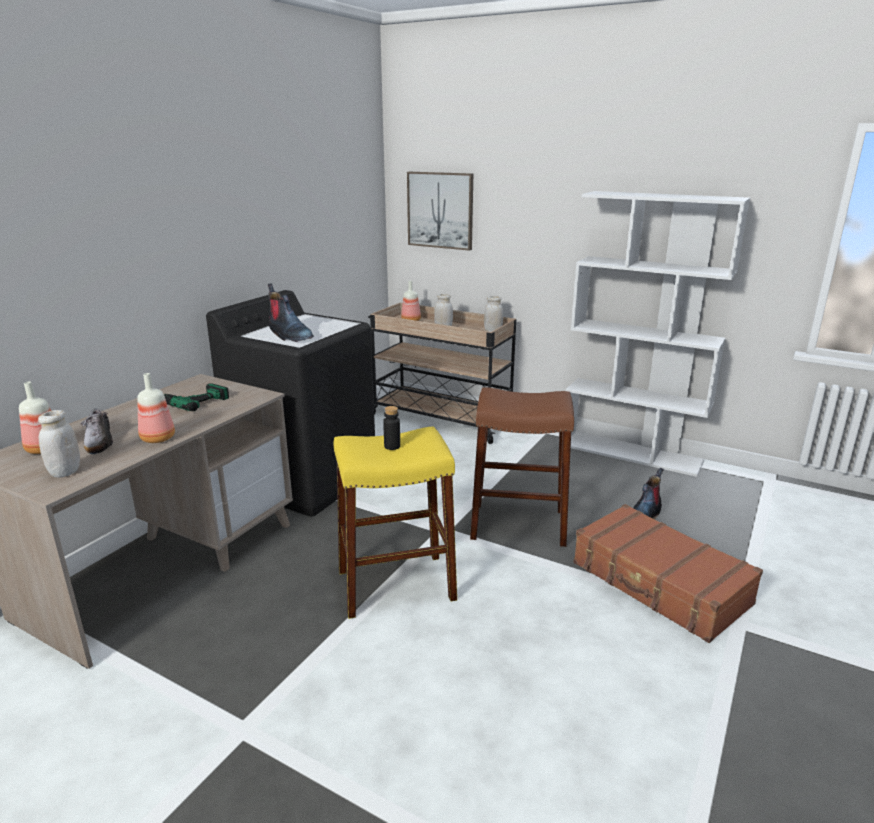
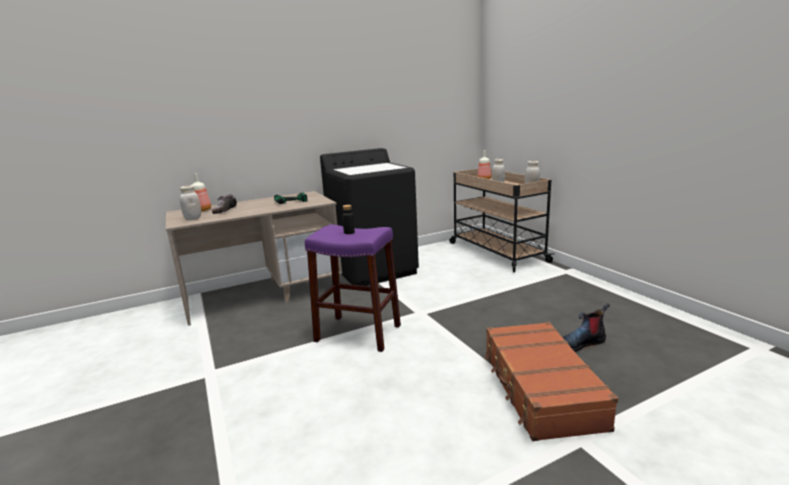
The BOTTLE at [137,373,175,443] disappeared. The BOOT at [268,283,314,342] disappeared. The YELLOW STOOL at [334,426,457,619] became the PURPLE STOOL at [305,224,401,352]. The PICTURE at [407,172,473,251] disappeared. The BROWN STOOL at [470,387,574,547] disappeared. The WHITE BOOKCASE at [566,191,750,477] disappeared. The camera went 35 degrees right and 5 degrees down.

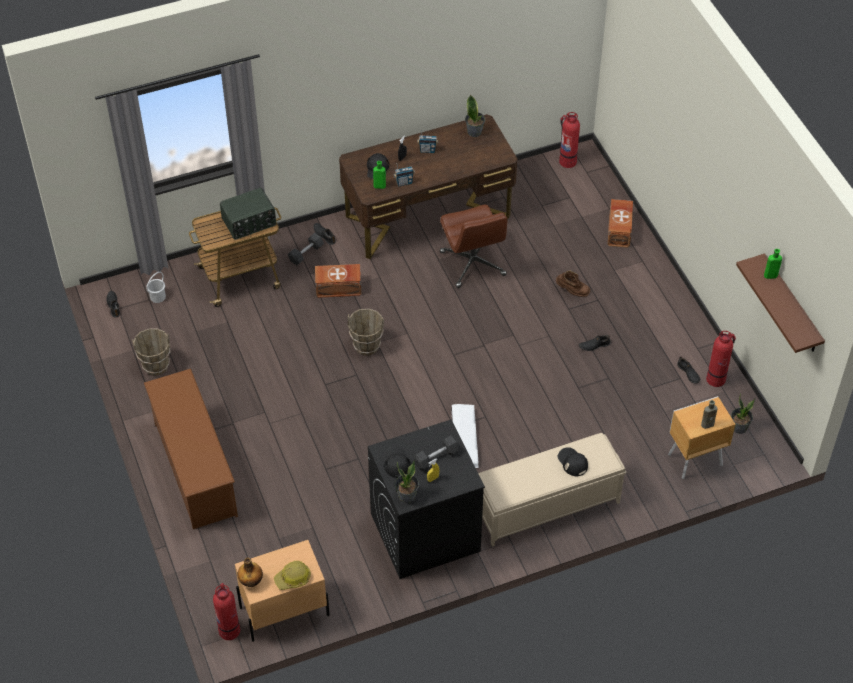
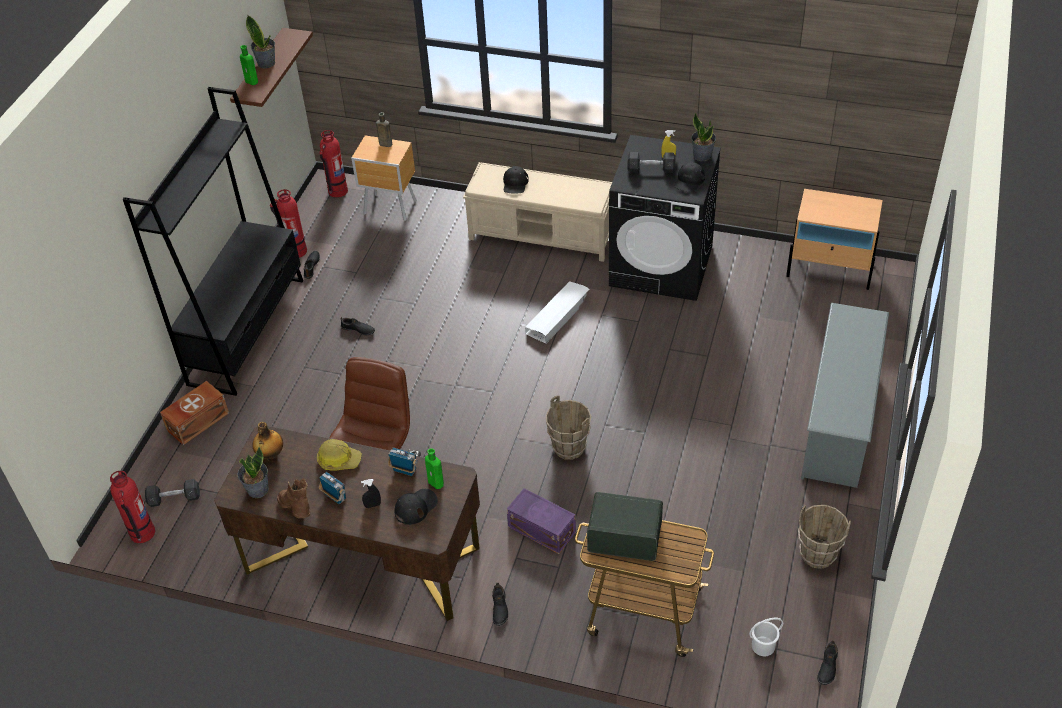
The BROWN SHOE RACK at [144,369,238,529] became the GREY SHOE RACK at [801,303,889,488]. The FIRE EXTINGUISHER moved from [213,583,240,640] to [319,130,348,198]. The BOTTLE moved from [237,557,263,587] to [252,422,283,460]. The HARD HAT moved from [274,561,311,590] to [317,439,362,471]. The GREY DUMBBELL moved from [288,233,324,265] to [145,479,200,507]. The BROWN STORAGE BOX at [315,264,361,298] became the PURPLE STORAGE BOX at [507,488,576,554]. The BROWN BOOT moved from [556,271,590,297] to [277,478,310,518]. The POTTED PLANT moved from [731,393,755,434] to [246,16,275,69]. The BLACK BOOKCASE at [123,87,303,396] appeared. The camera went 140 degrees left and 5 degrees down.

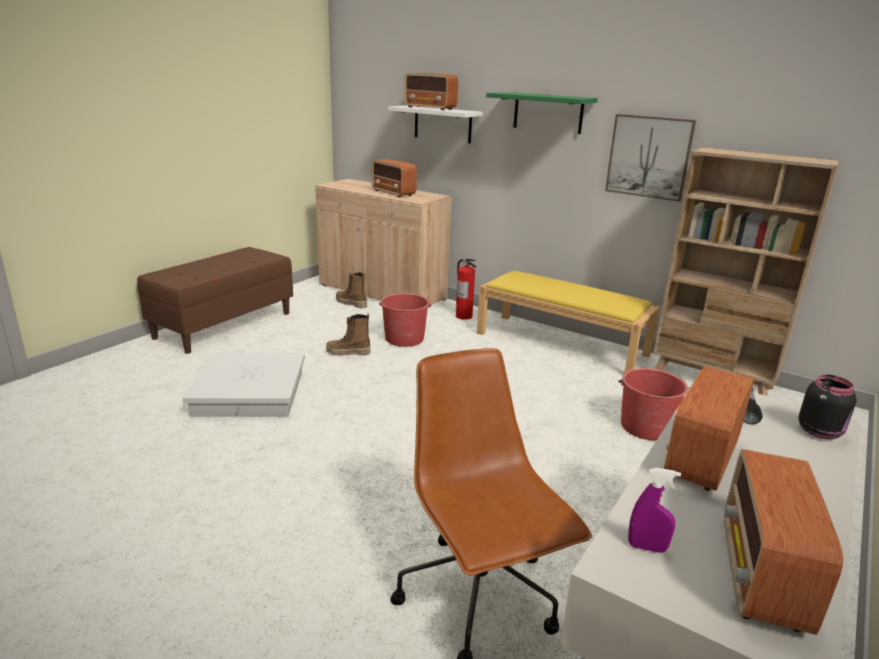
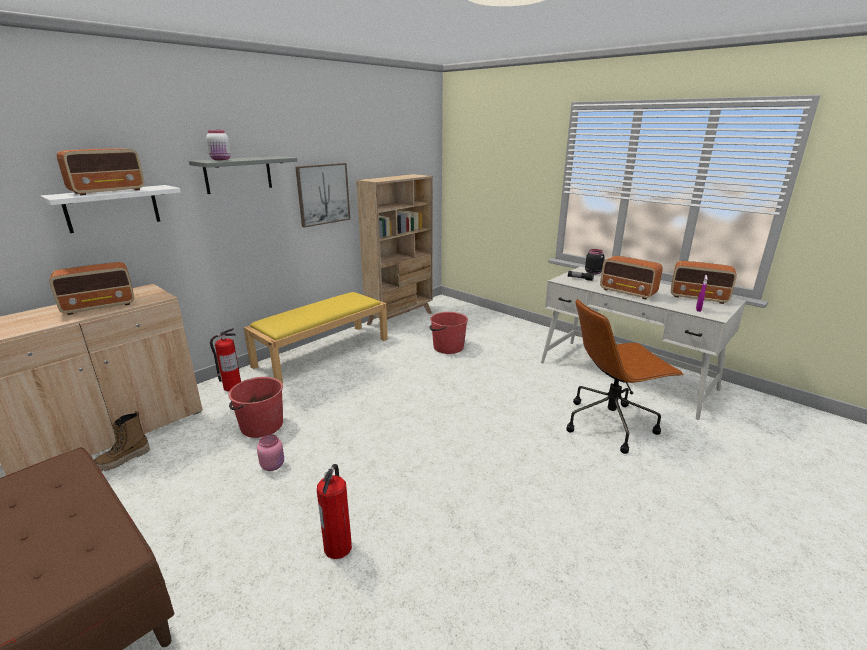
The WHITE STORAGE BOX at [183,353,305,417] was replaced by the FIRE EXTINGUISHER at [317,464,352,559]. The BOOT at [326,314,371,356] was replaced by the PINK JAR at [257,434,284,471]. The GREEN SHELF at [486,92,598,134] became the GREY SHELF at [189,156,297,194]. The WHITE JAR at [206,130,231,160] appeared. The camera went 80 degrees left and 0 degrees up.

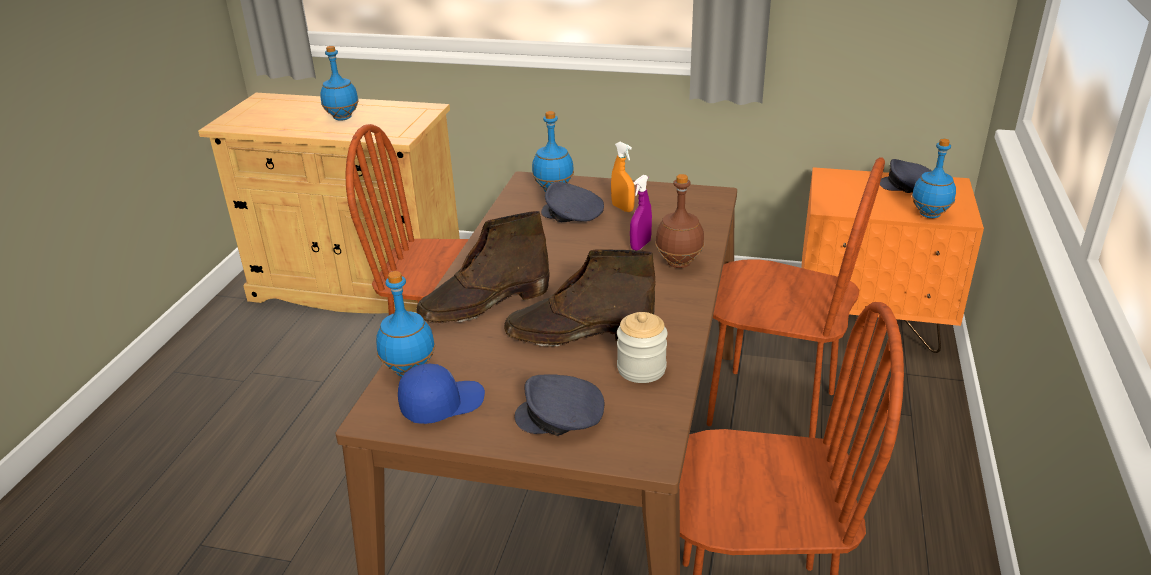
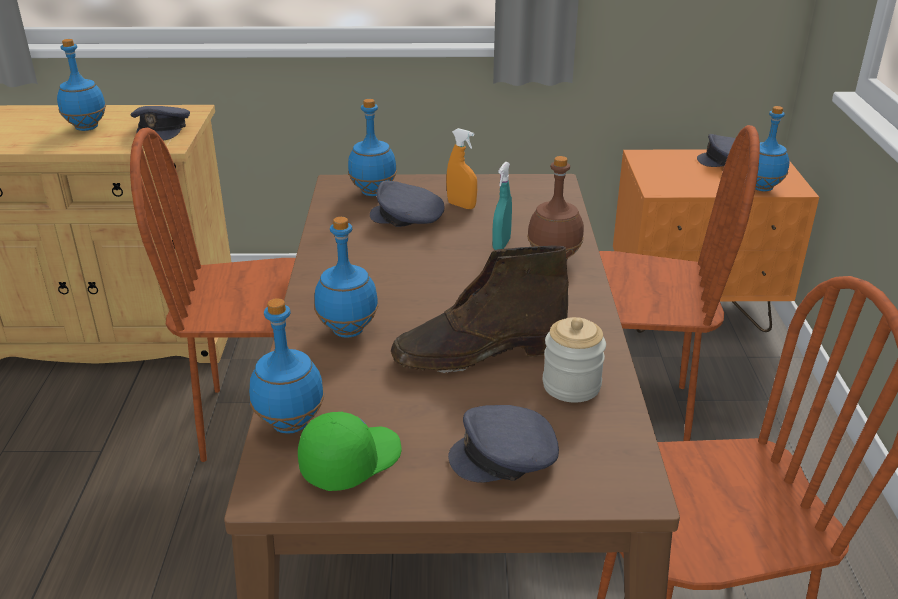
The BLUE CAP at [398,364,485,424] became the GREEN CAP at [298,412,402,491]. The BROWN BOOT at [416,211,550,323] was replaced by the BLUE BOTTLE at [315,217,378,338]. The PURPLE SPRAY BOTTLE at [630,175,652,250] became the TURQUOISE SPRAY BOTTLE at [492,162,512,250]. The GREY CAP at [131,106,190,140] appeared. The camera went 15 degrees left and 0 degrees up.

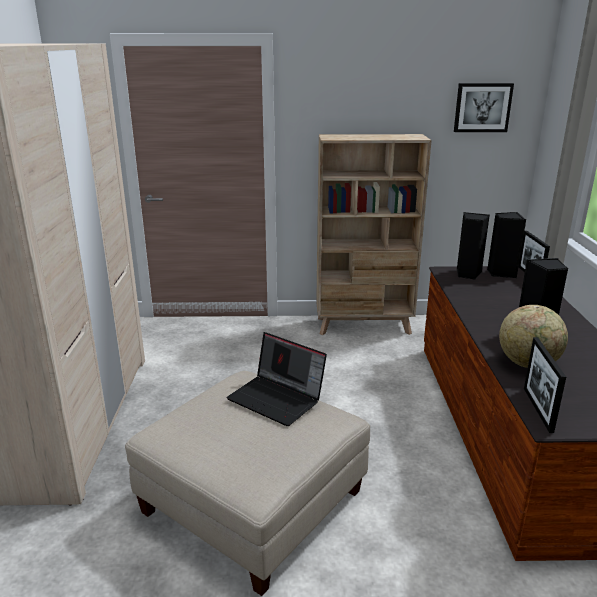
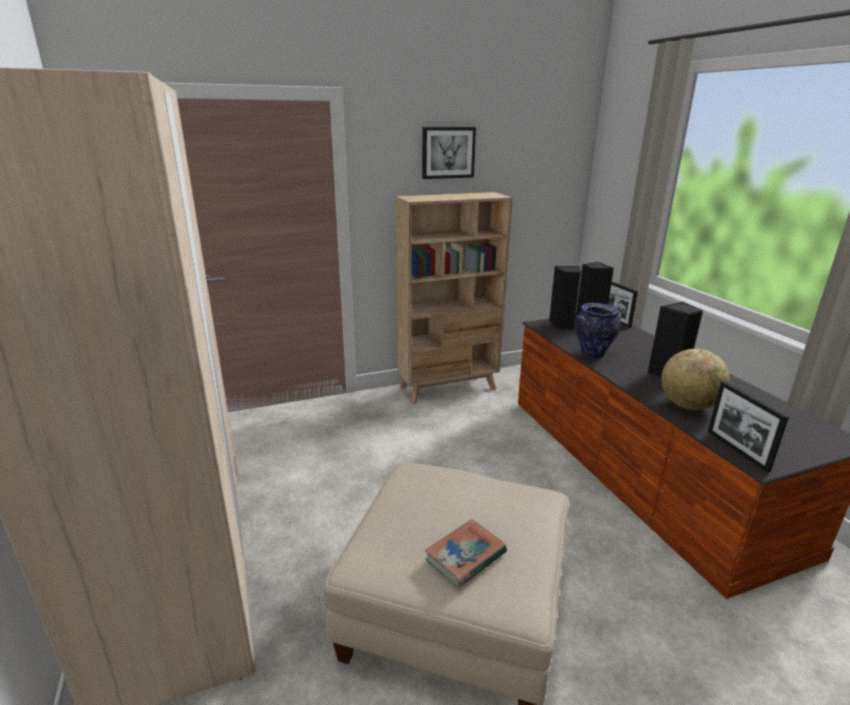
The LAPTOP at [227,332,327,426] disappeared. The PICTURE moved from [454,83,514,132] to [422,127,476,179]. The BOOK at [425,519,507,587] appeared. The VASE at [575,303,621,359] appeared. The camera went 20 degrees left and 0 degrees up.

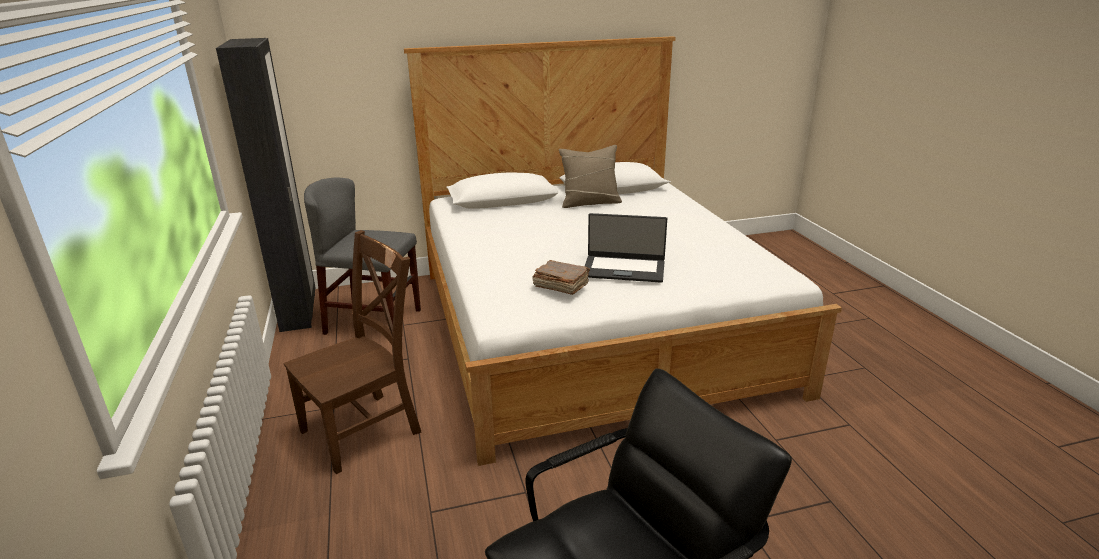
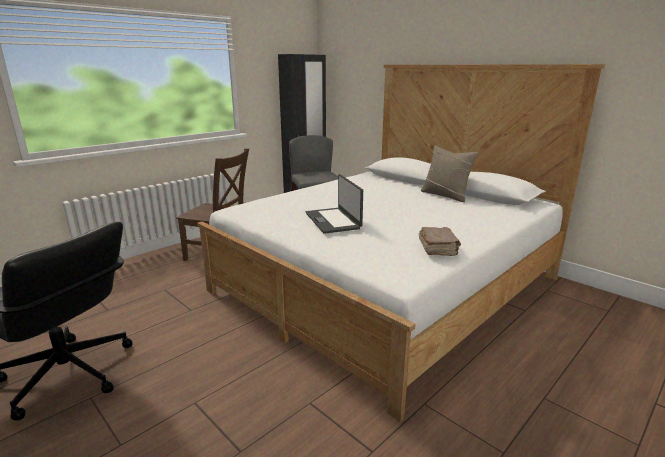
The BROWN BOOK moved from [533,260,590,295] to [418,227,461,256]. The camera went 60 degrees right and 5 degrees down.

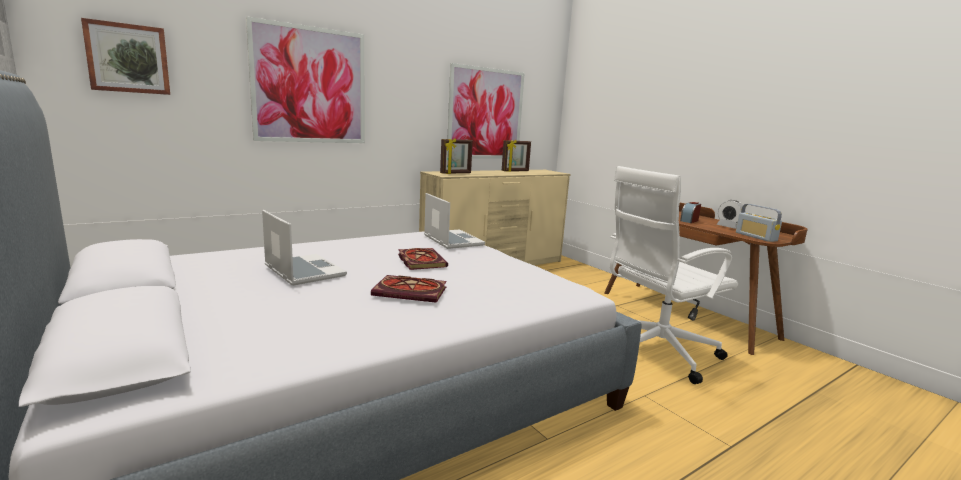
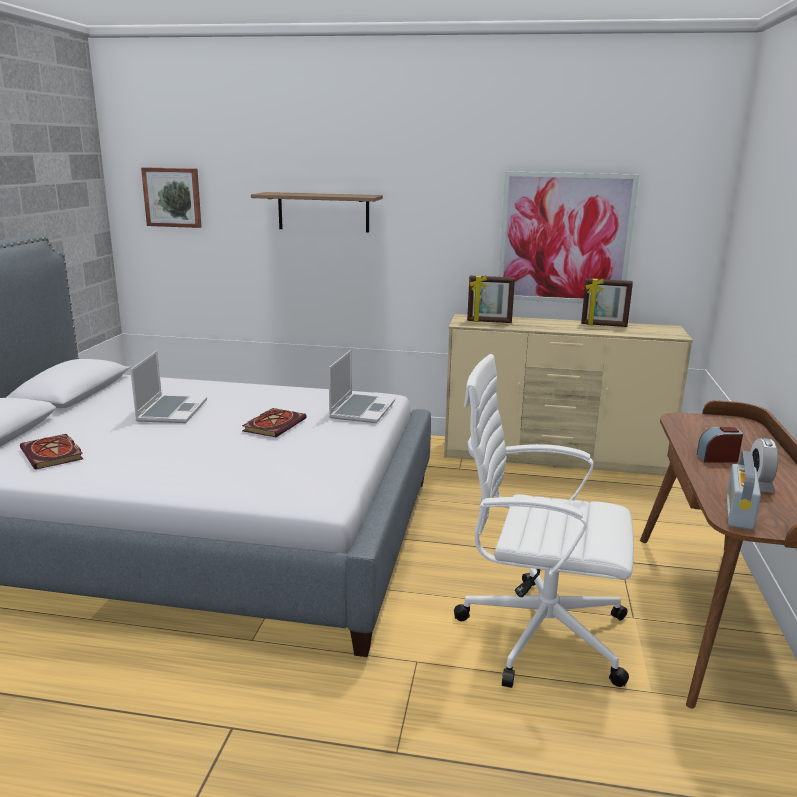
The PICTURE at [246,16,365,143] was replaced by the SHELF at [251,192,383,232]. The BOOK moved from [371,275,447,303] to [20,434,83,470]. The camera went 45 degrees right and 5 degrees up.

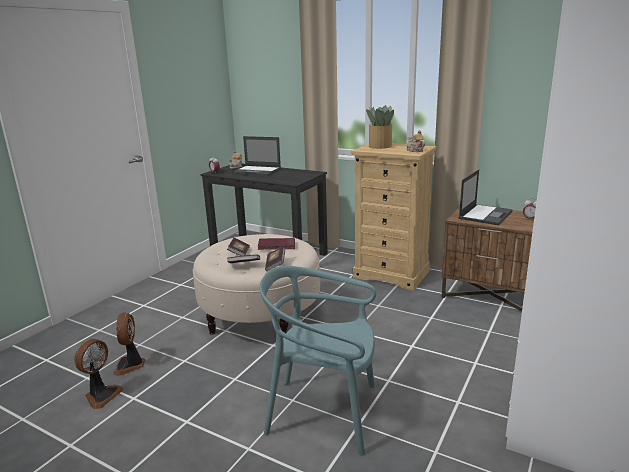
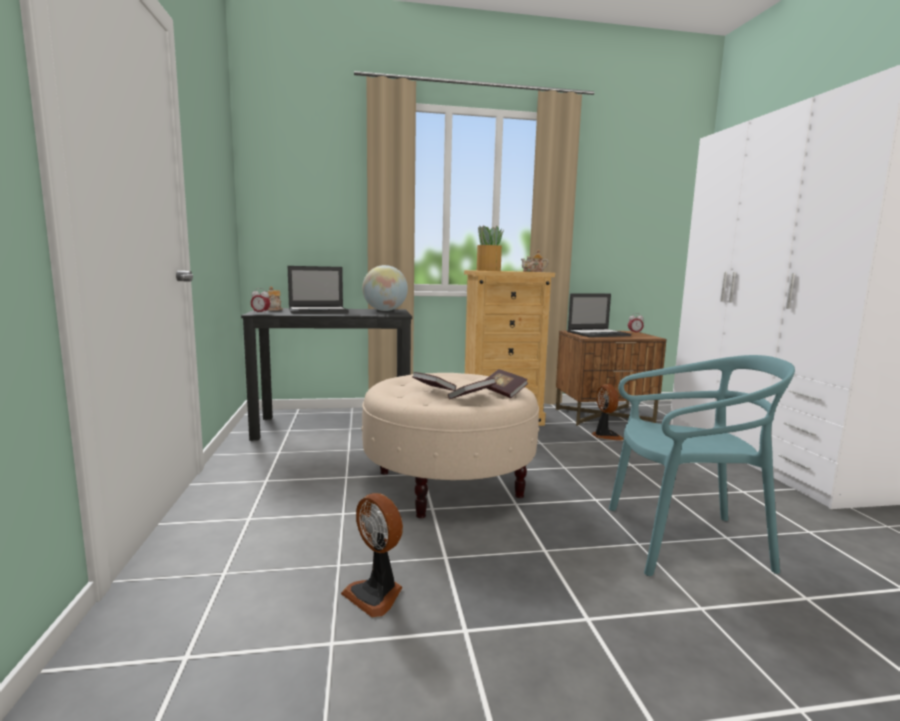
The FAN moved from [74,339,124,409] to [592,384,624,441]. The RED BOOK at [258,238,295,250] disappeared. The TURQUOISE CHAIR at [260,266,376,456] turned 150 degrees counterclockwise. The LAPTOP at [459,170,513,225] turned 75 degrees clockwise. The GLOBE at [362,265,408,311] appeared. The camera went 40 degrees left and 10 degrees down.

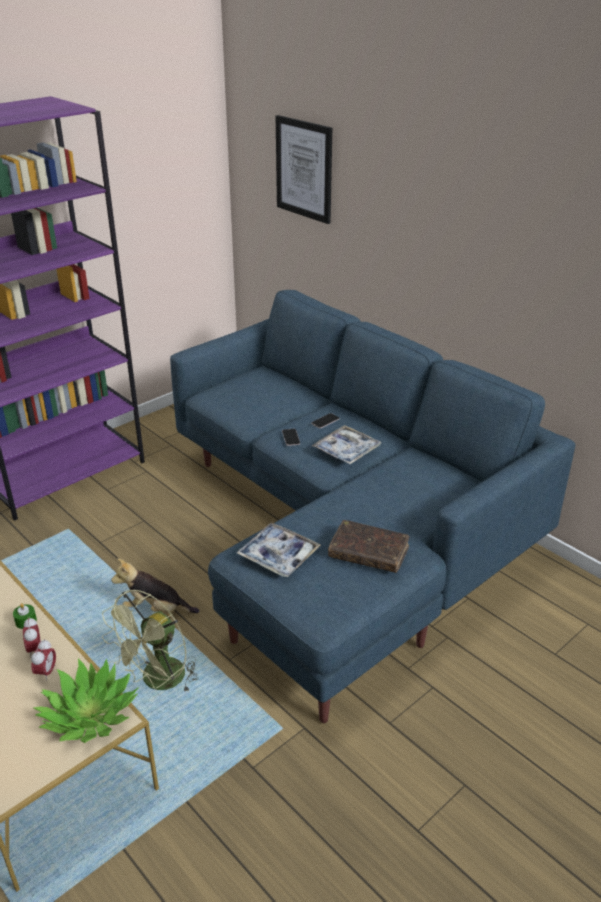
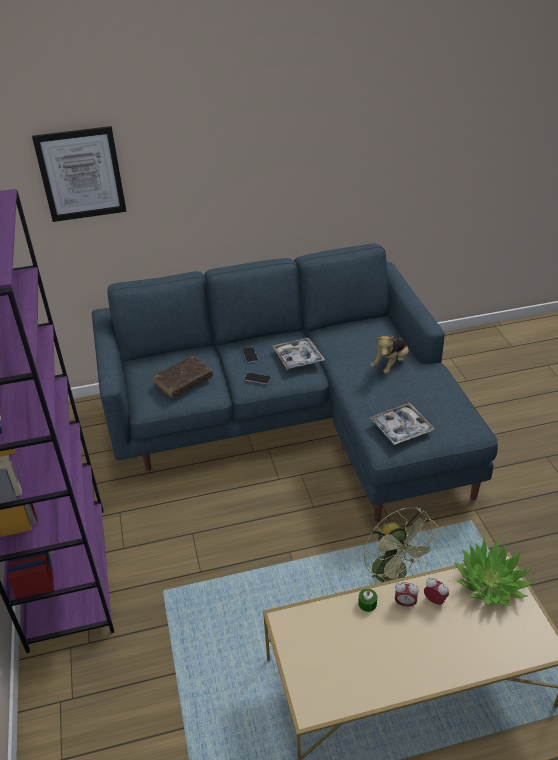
The PLUSH TOY moved from [111,559,200,613] to [371,336,409,374]. The BROWN BOOK moved from [328,520,410,573] to [152,356,213,398]. The camera went 60 degrees left and 5 degrees up.

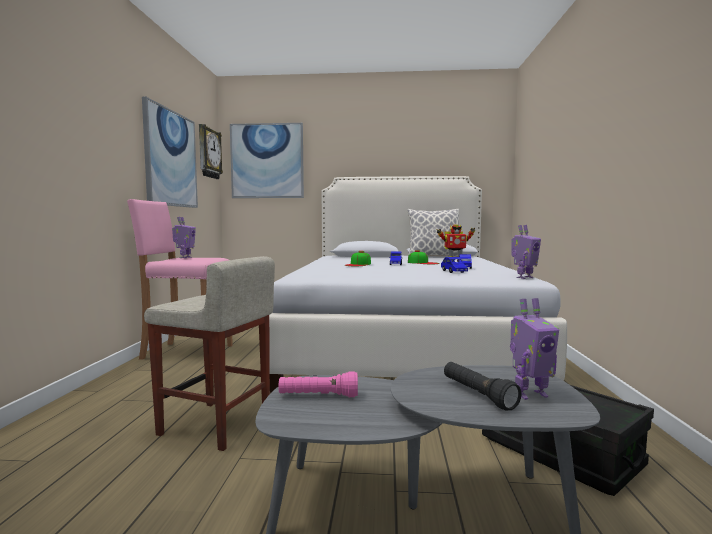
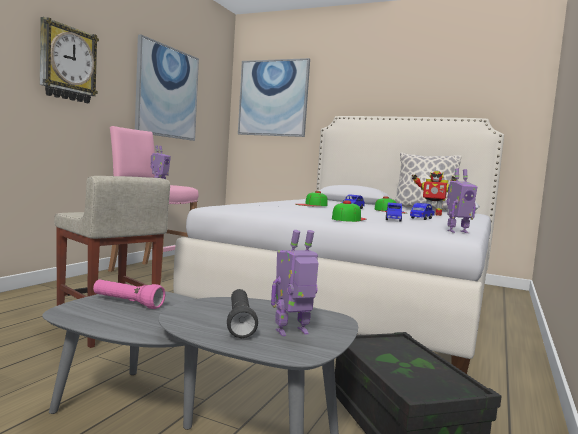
The WALL CLOCK moved from [199,124,223,179] to [40,17,99,103]. The TOY ROBOT at [510,298,559,400] turned 150 degrees clockwise. The CAP at [332,200,366,222] appeared. The camera went 20 degrees right and 0 degrees up.

